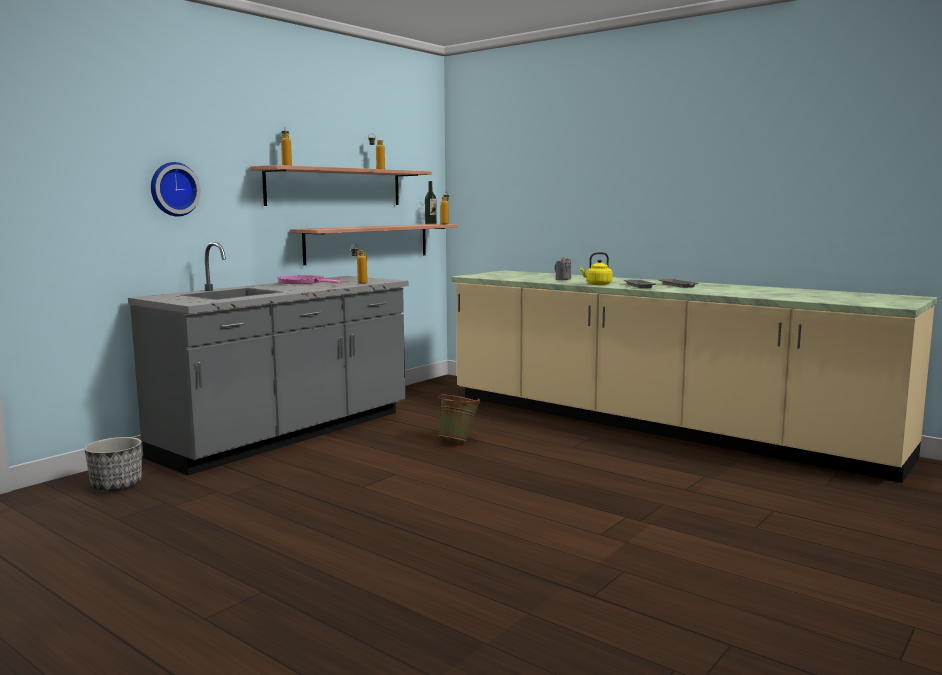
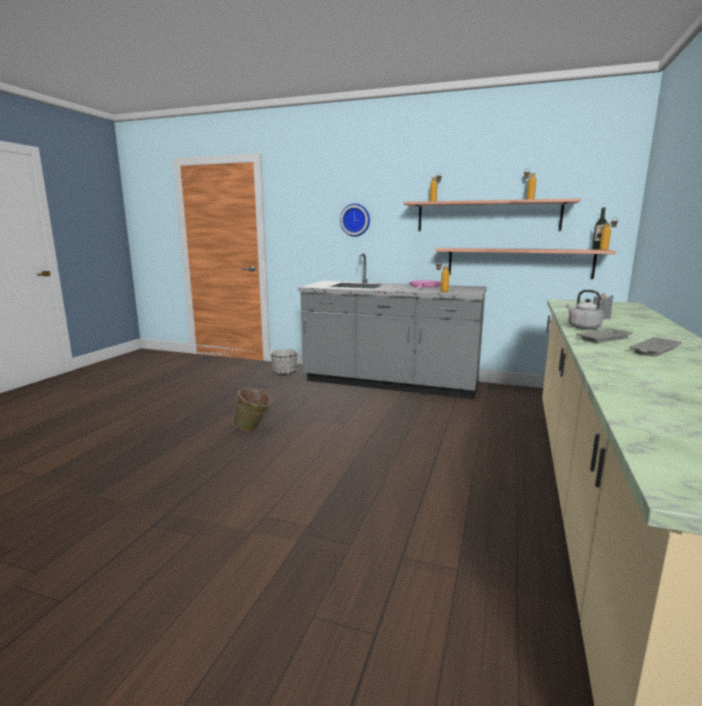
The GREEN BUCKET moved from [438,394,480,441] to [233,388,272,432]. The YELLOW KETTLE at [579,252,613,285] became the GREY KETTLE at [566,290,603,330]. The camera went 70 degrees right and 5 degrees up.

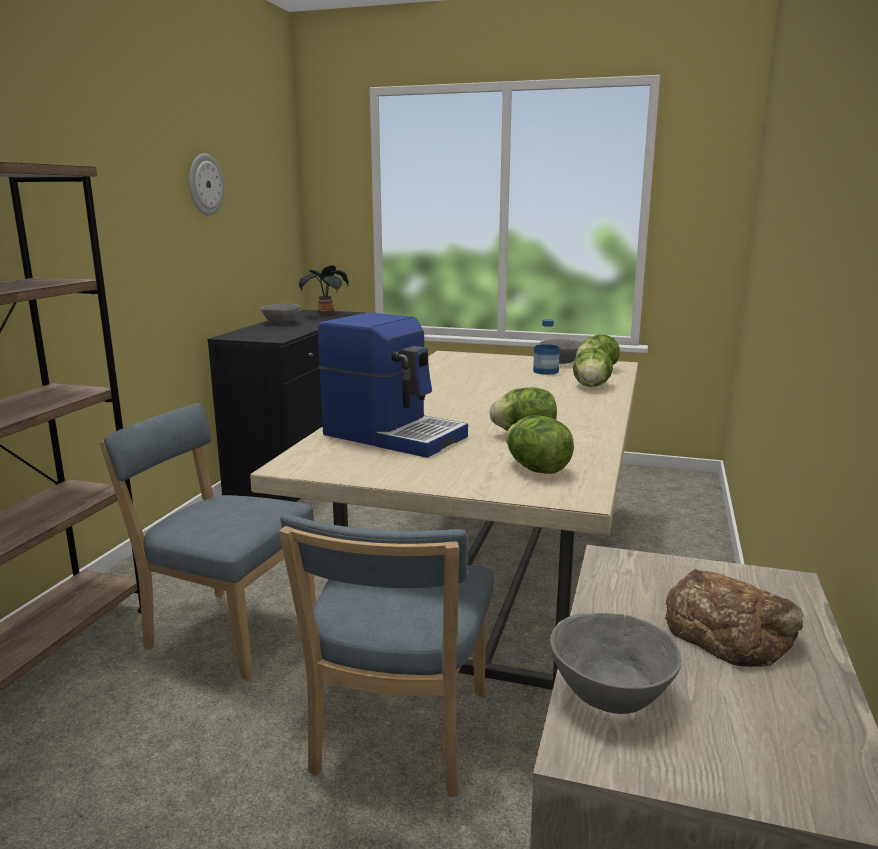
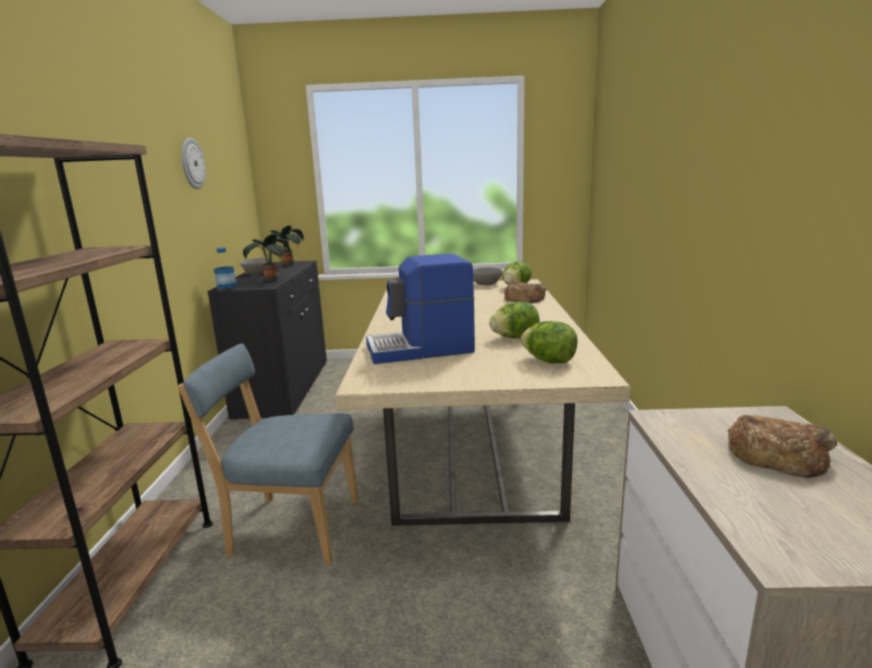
The BLUE CHAIR at [279,514,494,797] disappeared. The COFFEE MACHINE at [318,313,468,458] turned 150 degrees clockwise. The BOTTLE moved from [533,319,560,375] to [214,247,236,289]. The GREY BOWL at [550,613,682,714] disappeared. The LETTUCE at [573,347,613,387] was replaced by the BREAD at [504,282,547,303]. The POTTED PLANT at [243,234,290,281] appeared. The camera went 15 degrees left and 0 degrees up.

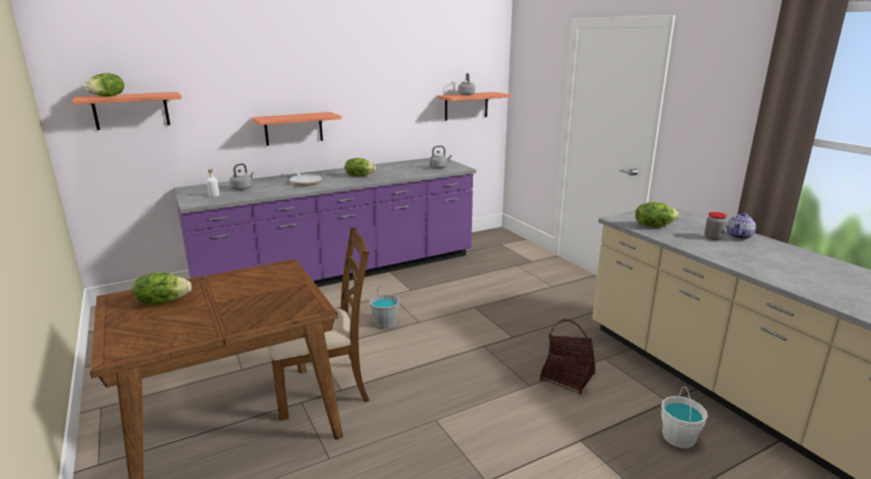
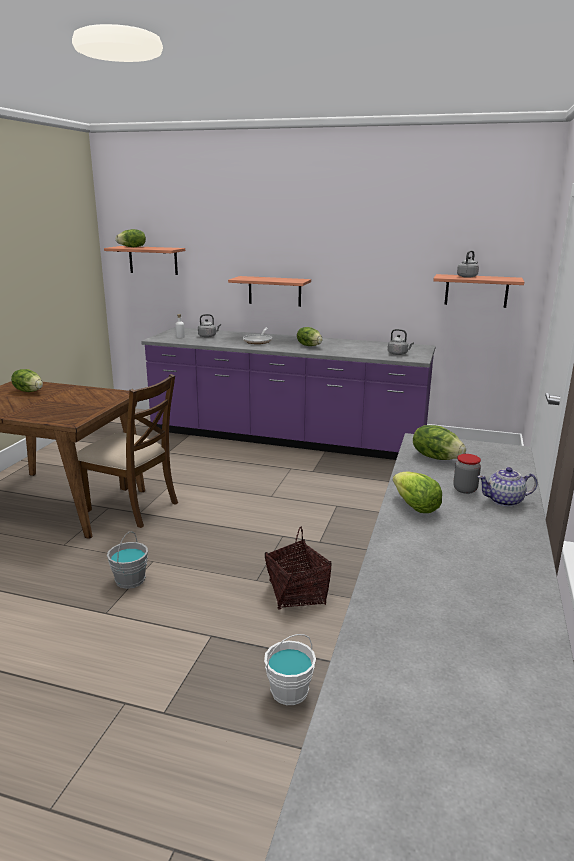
The GREY BUCKET moved from [369,285,400,328] to [107,531,148,589]. The LETTUCE at [393,471,442,513] appeared. The camera went 45 degrees right and 0 degrees up.

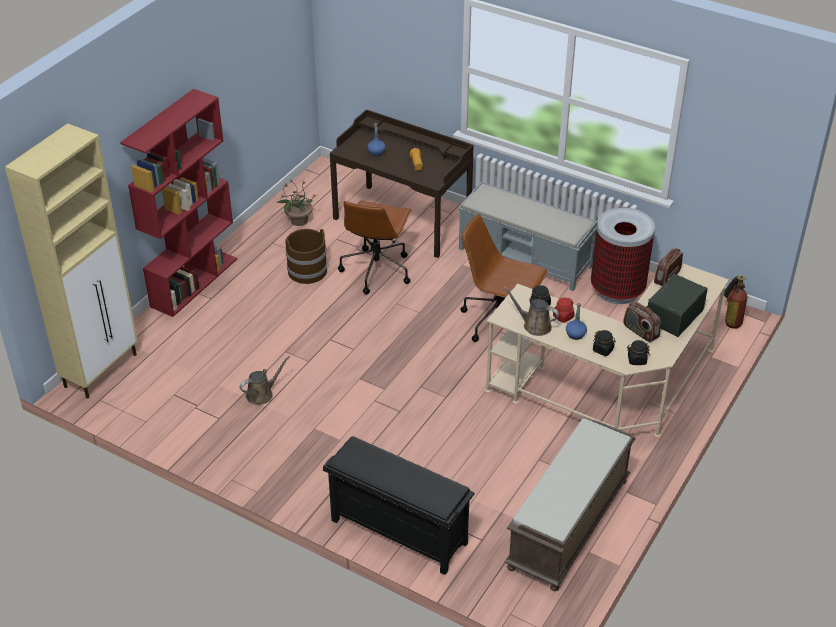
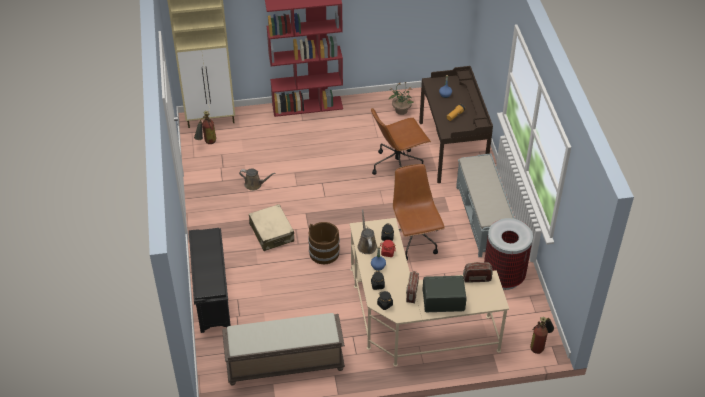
The BROWN BUCKET moved from [285,229,327,284] to [308,222,340,264]. The FIRE EXTINGUISHER at [194,111,216,144] appeared. The BEIGE SUITCASE at [249,204,294,251] appeared. The camera went 50 degrees right and 5 degrees up.

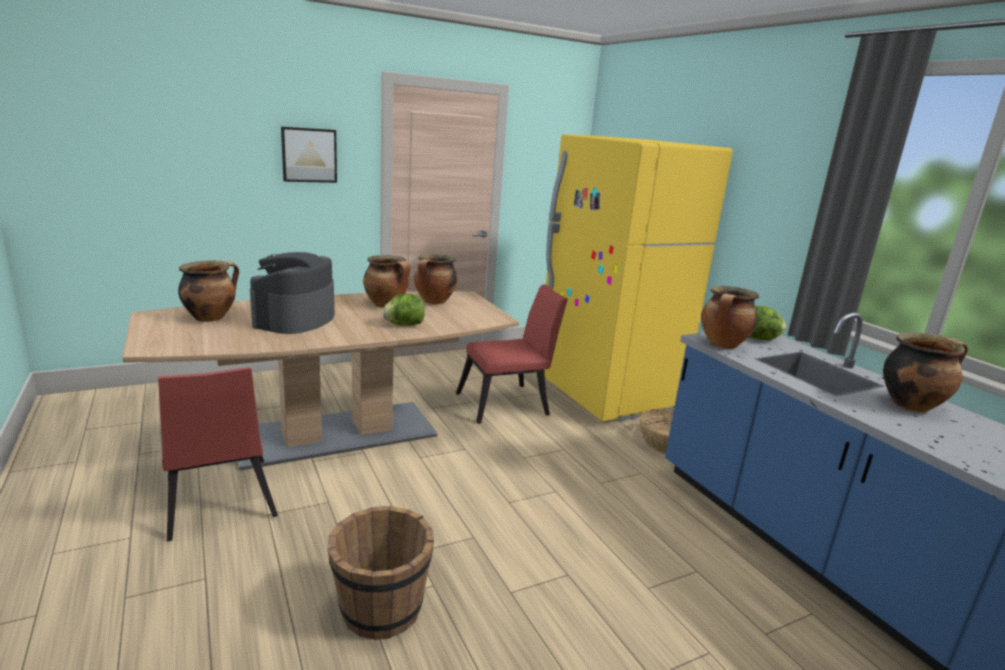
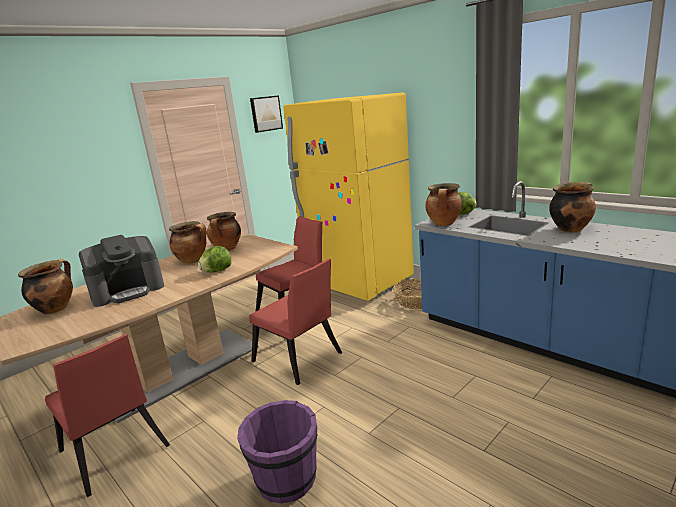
The COFFEE MACHINE at [250,252,335,334] turned 120 degrees counterclockwise. The PICTURE moved from [281,127,337,183] to [250,95,283,133]. The BROWN BUCKET at [327,506,434,640] became the PURPLE BUCKET at [237,400,317,504]. The RED CHAIR at [249,259,342,385] appeared. The camera went 15 degrees left and 0 degrees up.

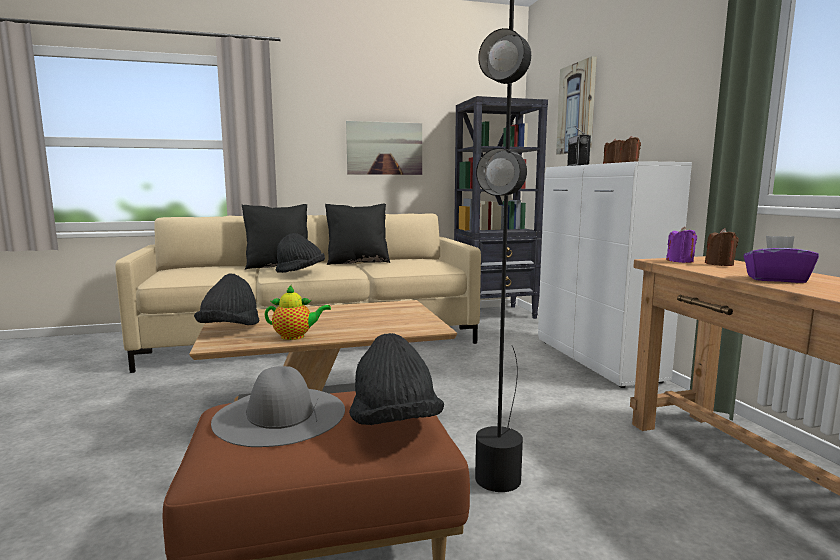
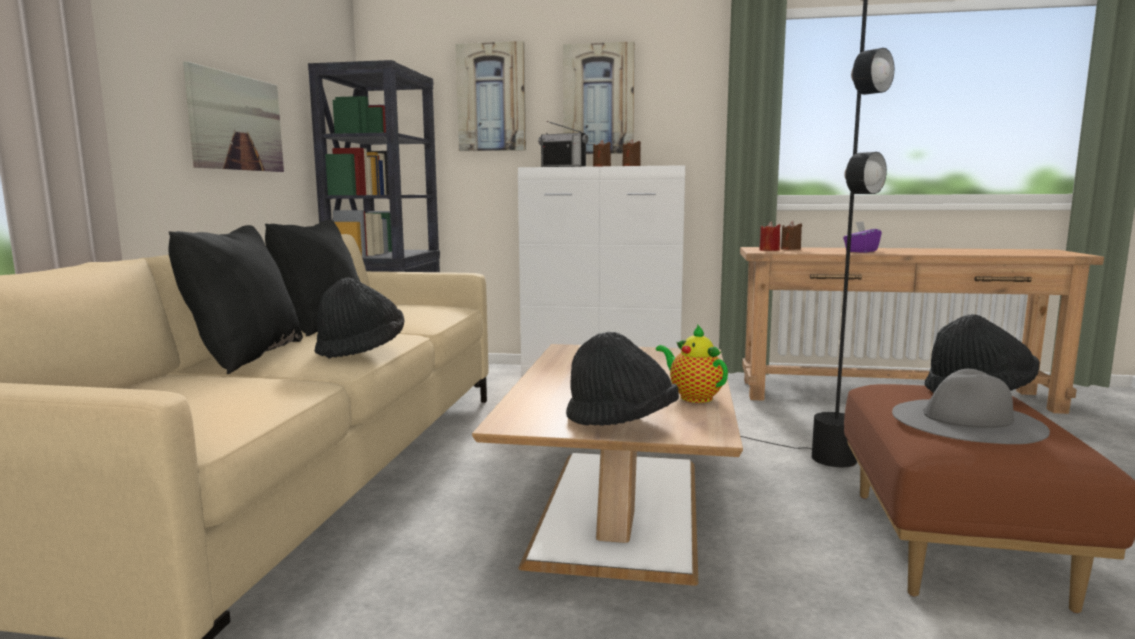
The TEAPOT at [265,285,331,340] turned 60 degrees counterclockwise. The PURPLE CANDLE at [666,227,697,263] became the RED CANDLE at [759,221,781,251]. The PICTURE at [563,41,635,154] appeared. The camera went 65 degrees left and 0 degrees up.

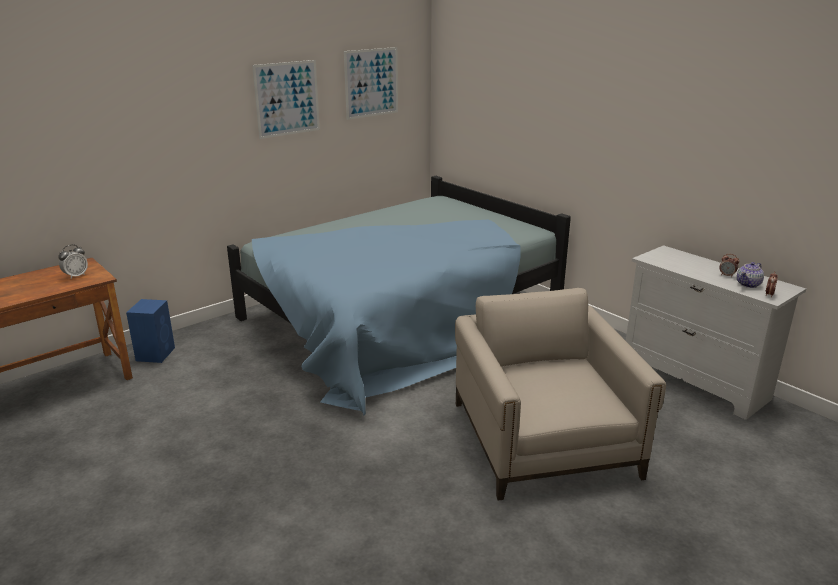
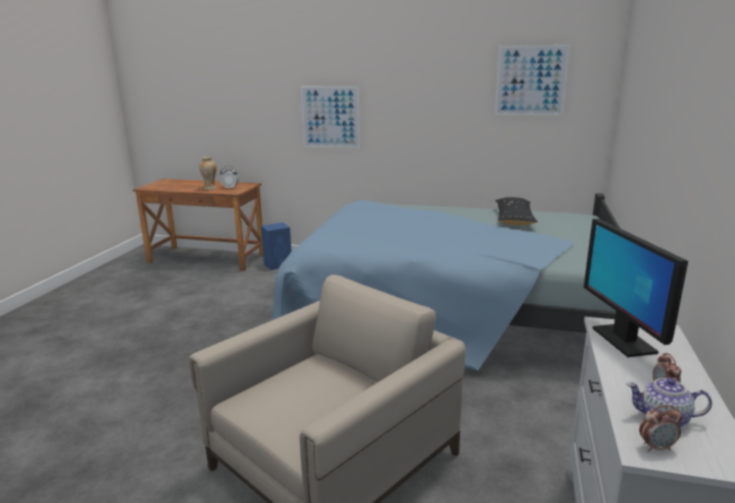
The PICTURE moved from [252,60,320,139] to [301,86,360,148]. The VASE at [199,157,217,190] appeared. The BLACK PILLOW at [495,197,538,225] appeared. The MONITOR at [584,219,688,357] appeared. The camera went 55 degrees right and 5 degrees down.

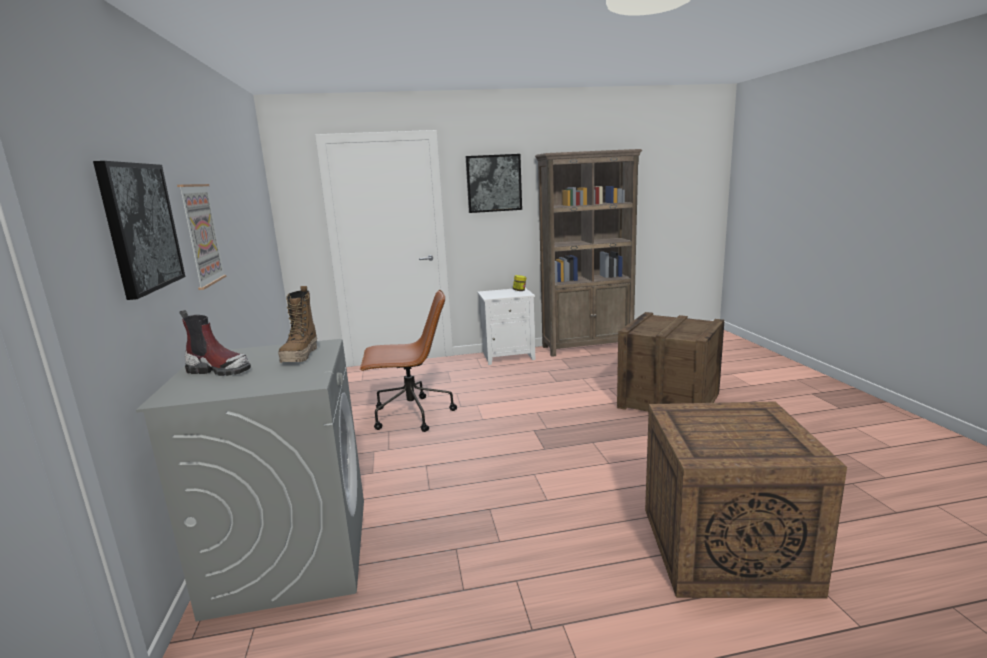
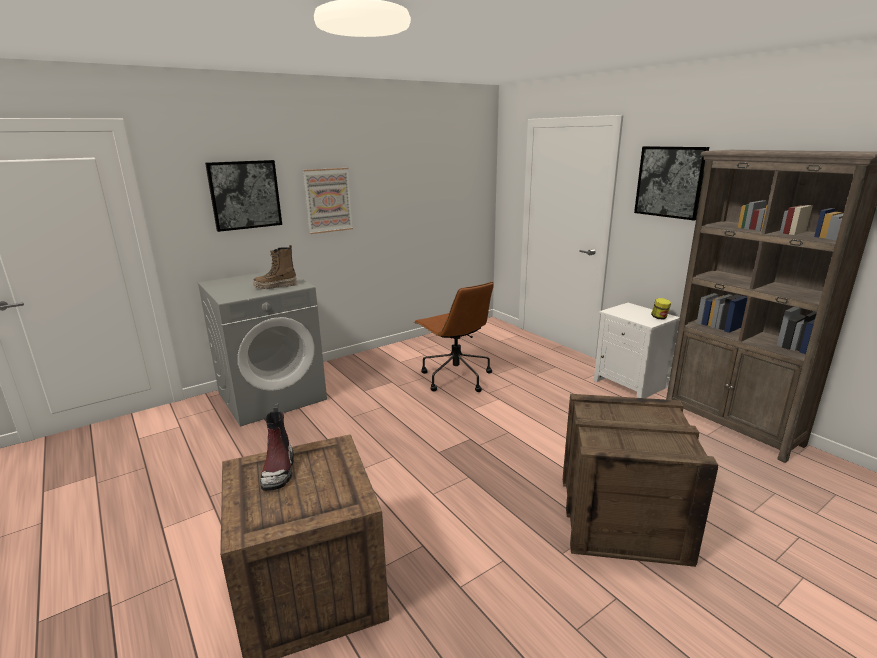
The BOOT moved from [179,310,251,376] to [260,404,294,491]. The camera went 65 degrees right and 5 degrees up.

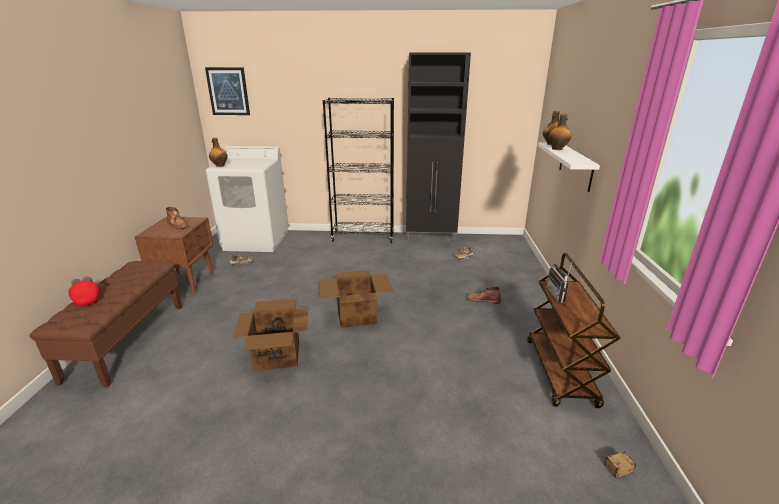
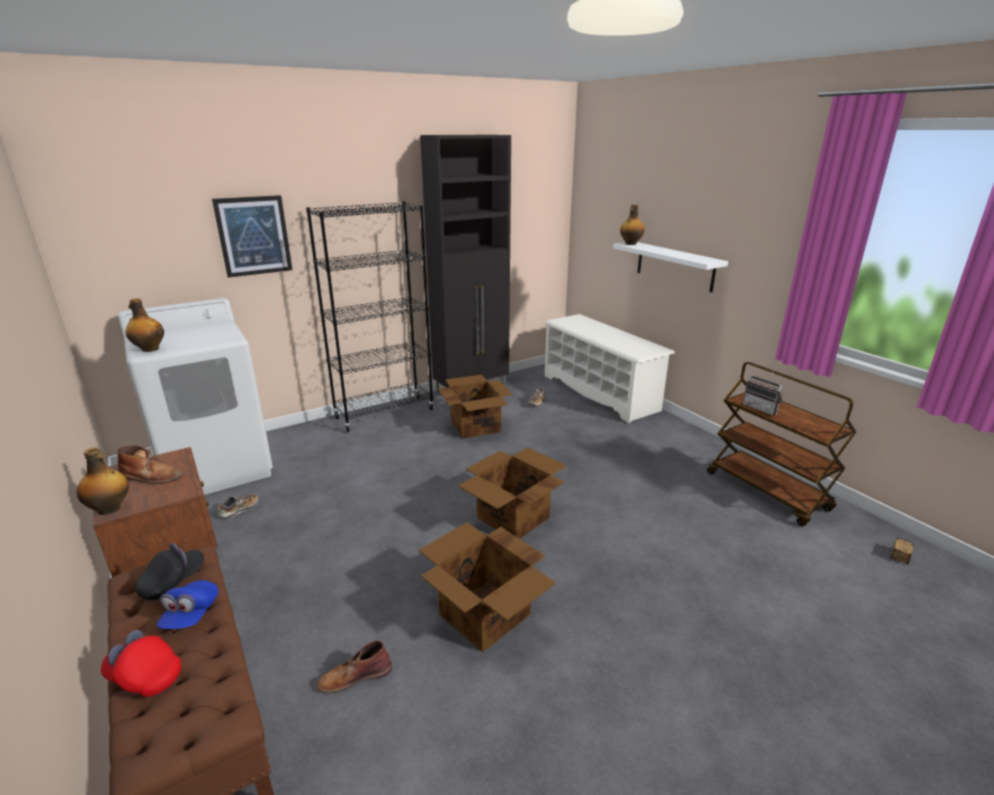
The PICTURE moved from [205,67,250,115] to [212,195,292,278]. The BROWN BOOT moved from [466,286,501,304] to [316,640,392,693]. The BOTTLE moved from [548,114,571,150] to [77,447,129,515]. The BLACK CAP at [135,543,204,600] appeared. The BLUE CAP at [157,580,218,629] appeared. The CARDBOARD BOX at [438,375,513,439] appeared. The WHITE SHOE RACK at [545,314,675,423] appeared. The camera went 35 degrees left and 0 degrees up.

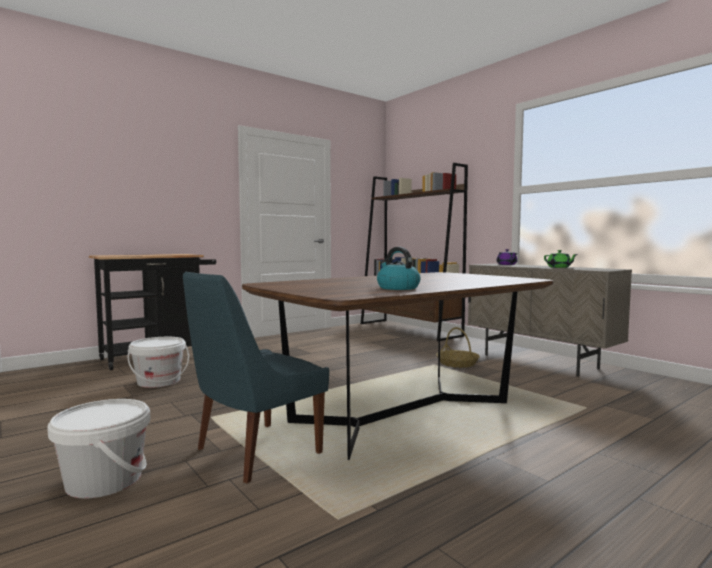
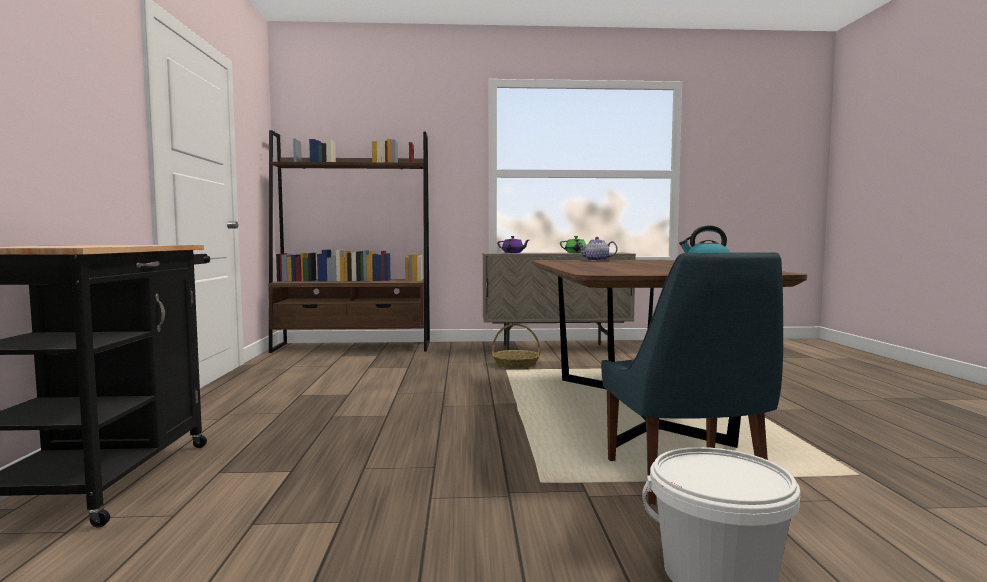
The WHITE BUCKET at [128,337,189,388] disappeared. The TEAPOT at [577,237,618,261] appeared. The camera went 55 degrees left and 0 degrees up.

